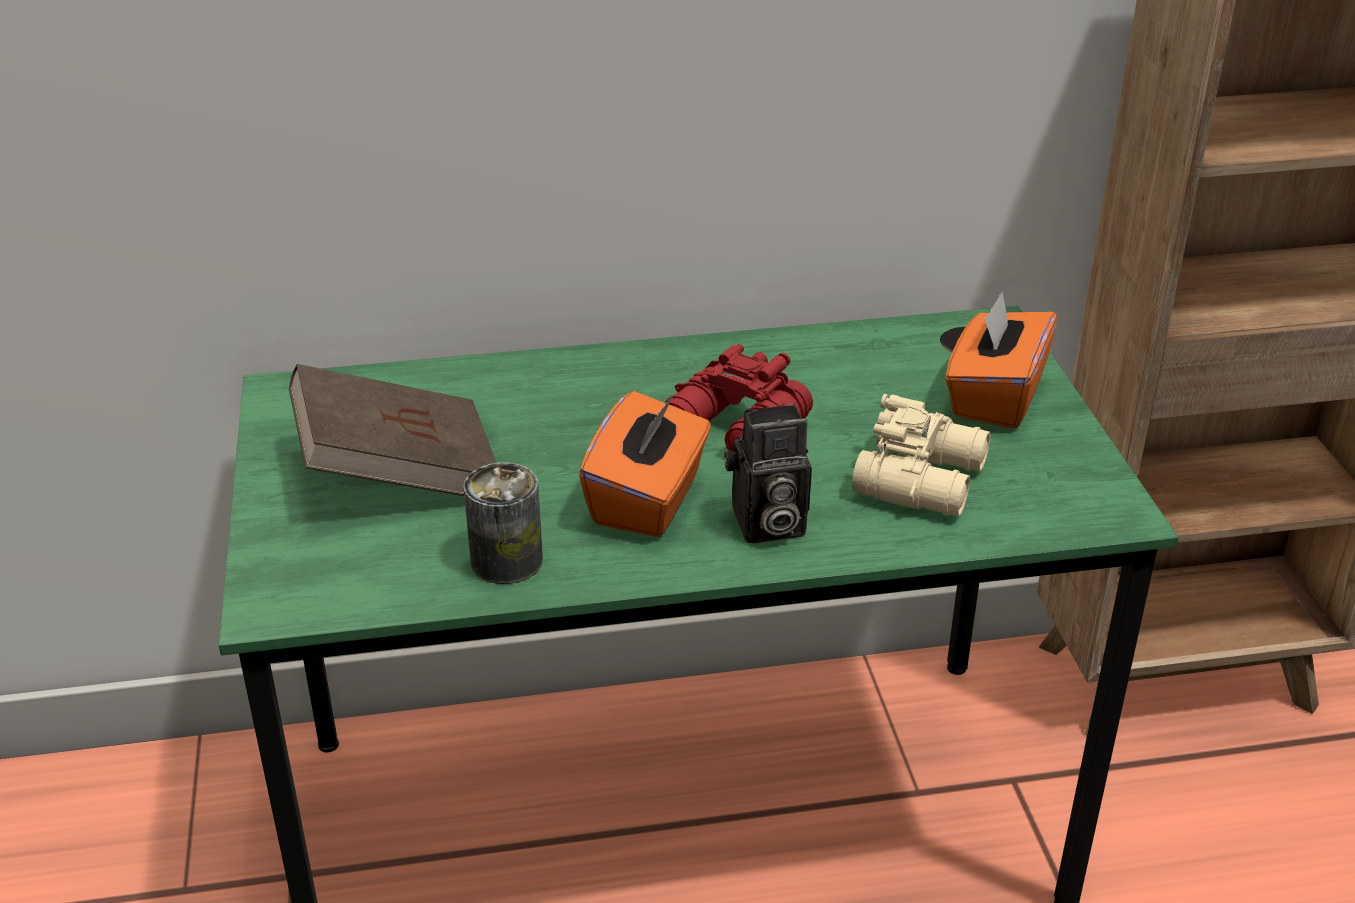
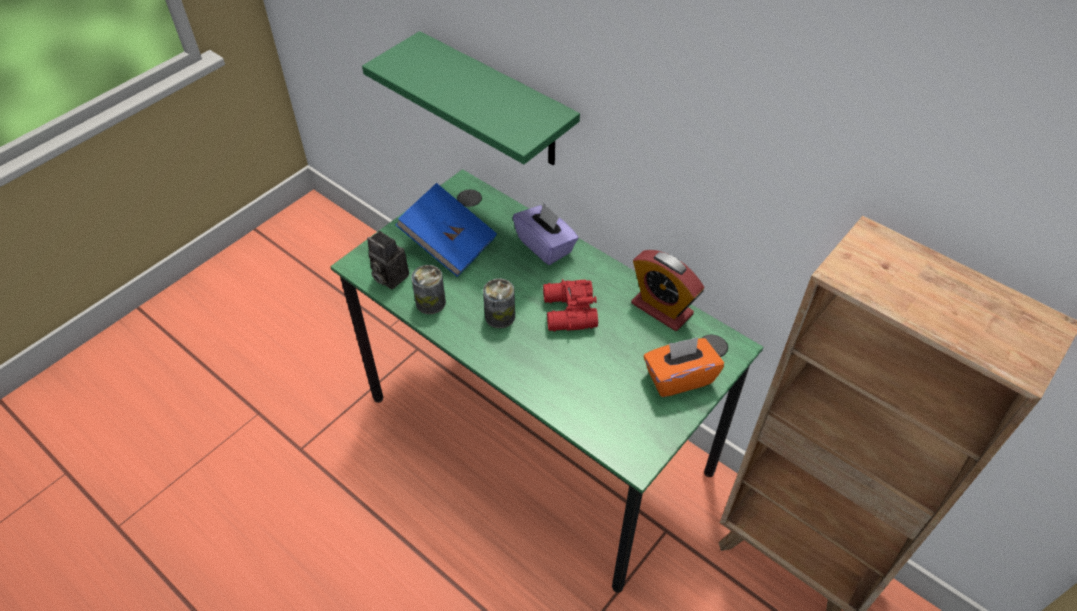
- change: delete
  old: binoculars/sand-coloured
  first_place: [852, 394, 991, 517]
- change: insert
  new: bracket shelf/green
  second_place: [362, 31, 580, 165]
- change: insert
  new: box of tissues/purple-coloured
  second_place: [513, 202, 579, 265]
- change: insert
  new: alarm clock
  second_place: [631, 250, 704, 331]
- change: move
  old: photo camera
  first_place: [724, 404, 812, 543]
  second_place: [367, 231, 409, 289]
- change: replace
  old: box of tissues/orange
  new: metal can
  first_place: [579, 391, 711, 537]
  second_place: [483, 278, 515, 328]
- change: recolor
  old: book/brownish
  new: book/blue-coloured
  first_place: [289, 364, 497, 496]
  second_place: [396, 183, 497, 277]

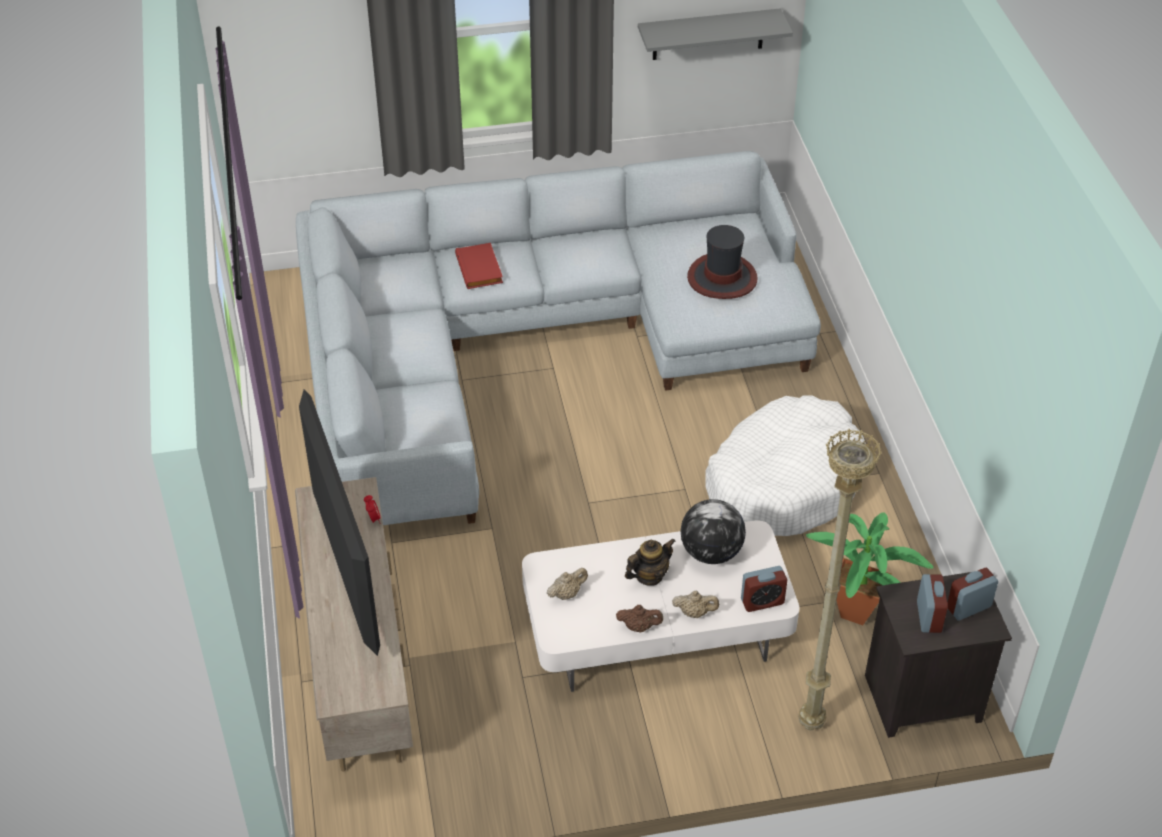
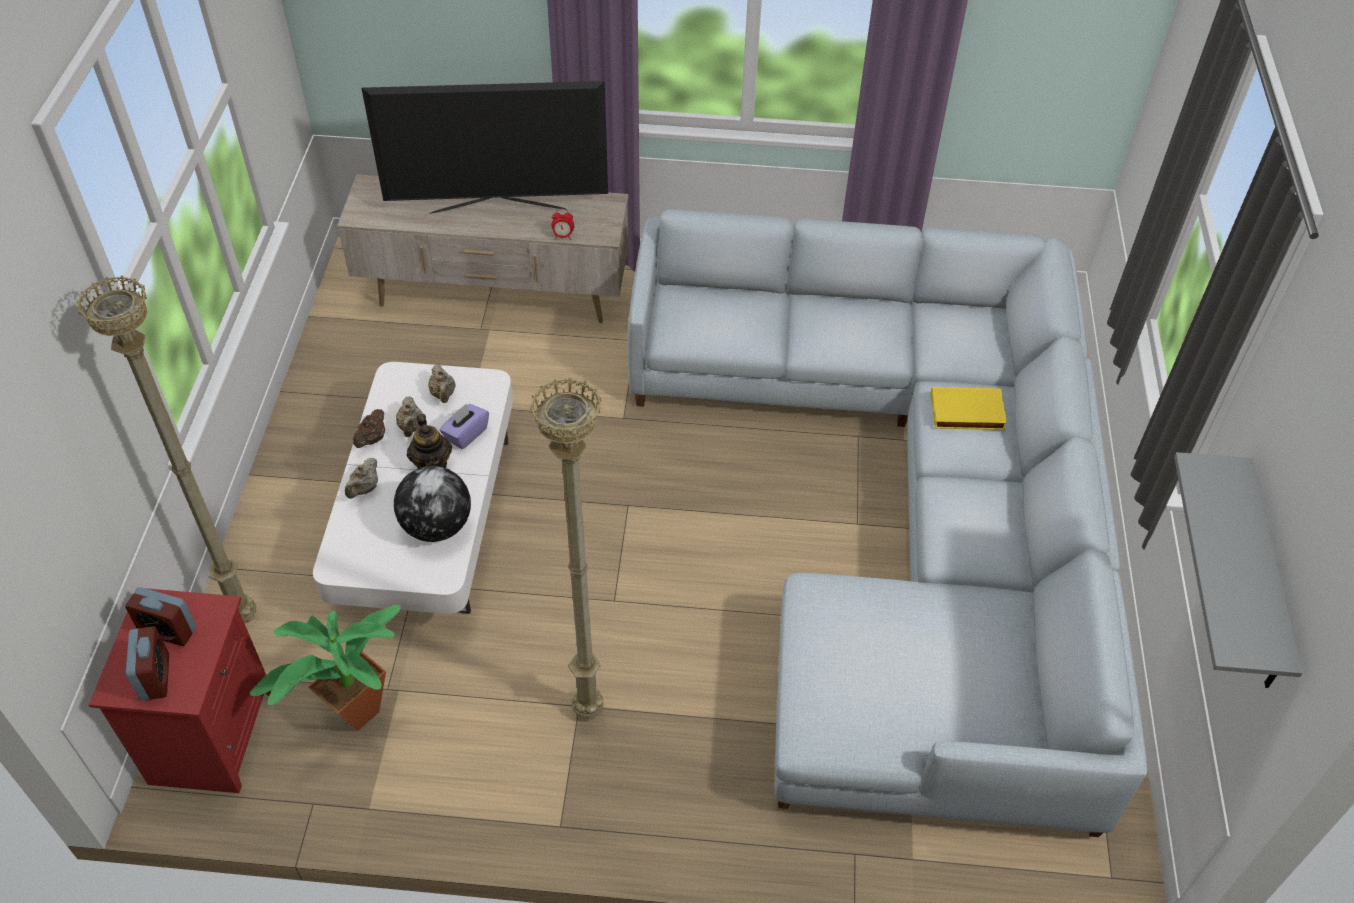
- change: delete
  old: clothing hat
  first_place: [687, 225, 757, 299]
- change: delete
  old: alarm clock
  first_place: [741, 566, 787, 612]
- change: insert
  new: tea pot/sand-coloured
  second_place: [396, 396, 423, 437]
- change: insert
  new: box of tissues/purple-coloured
  second_place: [439, 404, 489, 449]
- change: replace
  old: dog cushion/white-coloured
  new: standing lamp/sand-coloured
  first_place: [705, 396, 866, 536]
  second_place: [529, 378, 604, 720]
- change: recolor
  old: book/red-coloured
  new: book/yellow
  first_place: [455, 243, 503, 289]
  second_place: [931, 387, 1007, 430]
- change: recolor
  old: night table/black-coloured
  new: night table/red-coloured
  first_place: [865, 572, 1012, 738]
  second_place: [89, 588, 271, 793]

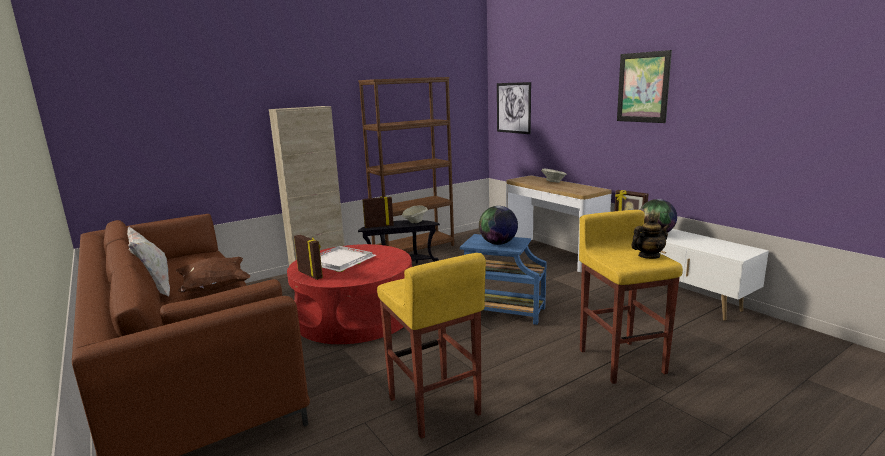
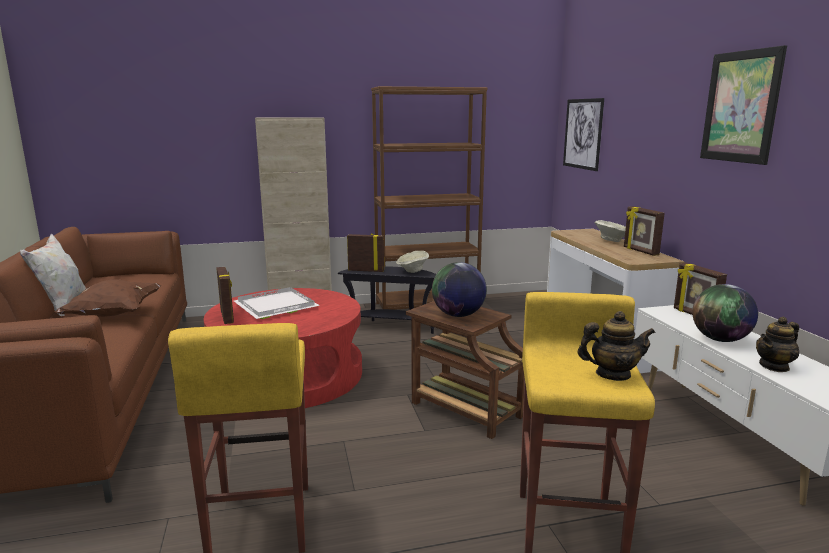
- change: insert
  new: standing frame
  second_place: [624, 206, 665, 256]
- change: insert
  new: tea pot
  second_place: [756, 316, 799, 372]
- change: recolor
  old: accent table/blue-coloured
  new: accent table/brownish
  first_place: [460, 234, 547, 325]
  second_place: [406, 301, 525, 439]

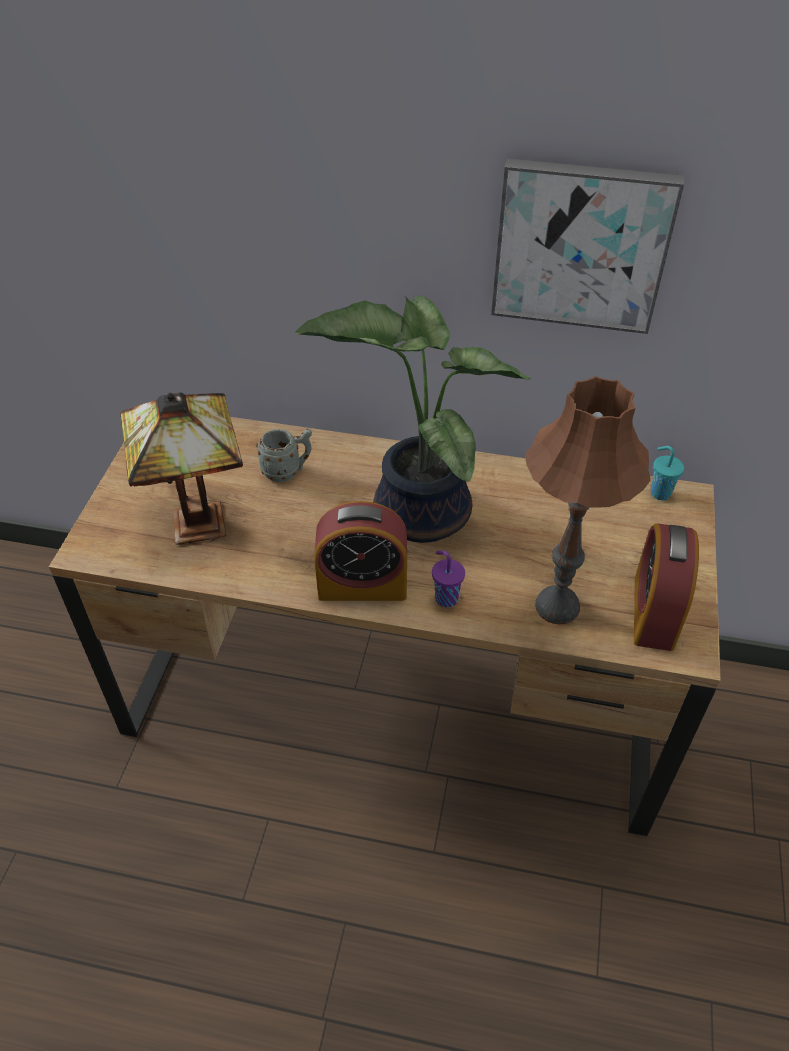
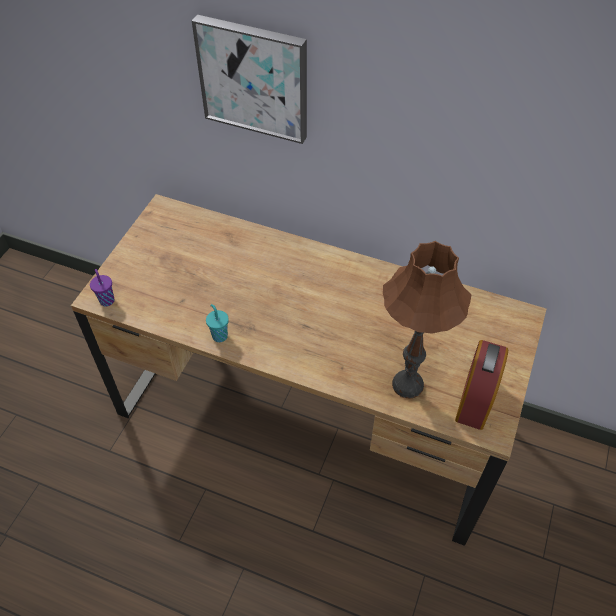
- change: delete
  old: tabletop lamp
  first_place: [120, 393, 243, 545]
- change: delete
  old: coffee mug/gray
  first_place: [256, 429, 312, 482]
- change: delete
  old: plant in a pot
  first_place: [295, 296, 531, 543]
- change: delete
  old: alarm clock
  first_place: [314, 501, 407, 601]
- change: move
  old: cup/purple-coloured
  first_place: [432, 551, 465, 607]
  second_place: [90, 269, 115, 307]
- change: move
  old: wall art
  first_place: [491, 158, 684, 334]
  second_place: [192, 14, 307, 144]
- change: move
  old: cup/turquoise-coloured
  first_place: [651, 446, 684, 500]
  second_place: [206, 304, 229, 342]

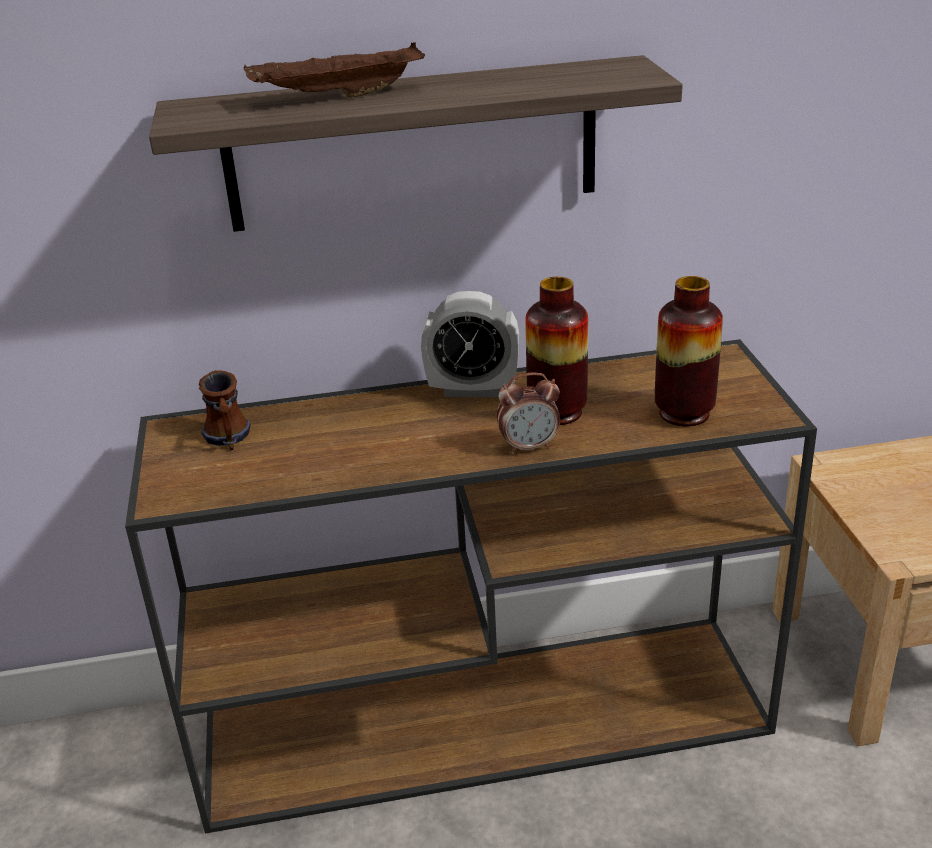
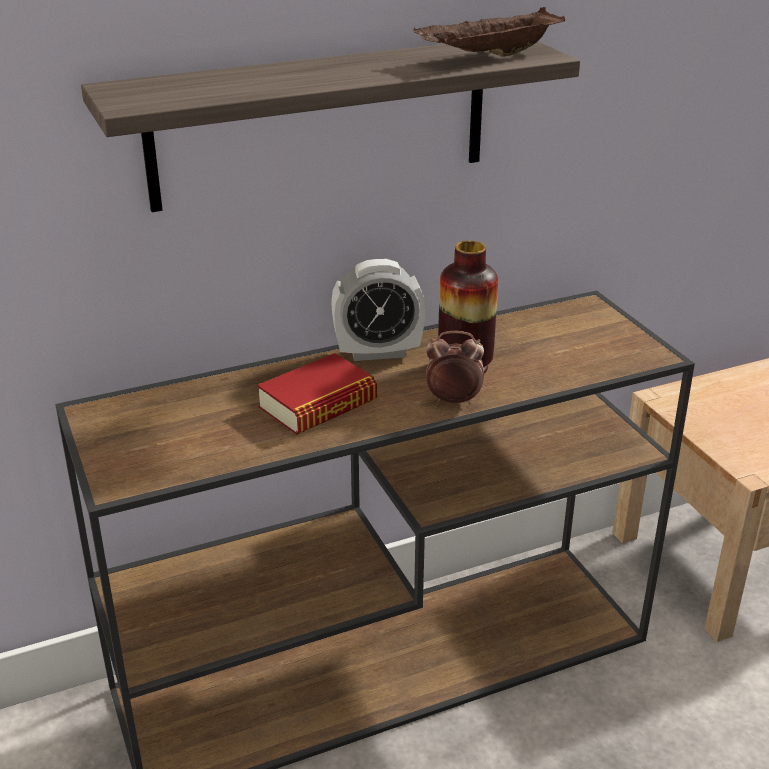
- change: delete
  old: coffee mug
  first_place: [199, 370, 250, 450]
- change: delete
  old: vase
  first_place: [655, 276, 723, 426]
- change: insert
  new: book
  second_place: [257, 353, 377, 435]
- change: move
  old: serving tray/brownish
  first_place: [244, 42, 425, 98]
  second_place: [414, 7, 565, 57]
- change: rotate
  old: alarm clock
  first_place: [496, 372, 560, 454]
  second_place: [426, 331, 484, 405]
  degrees: -150

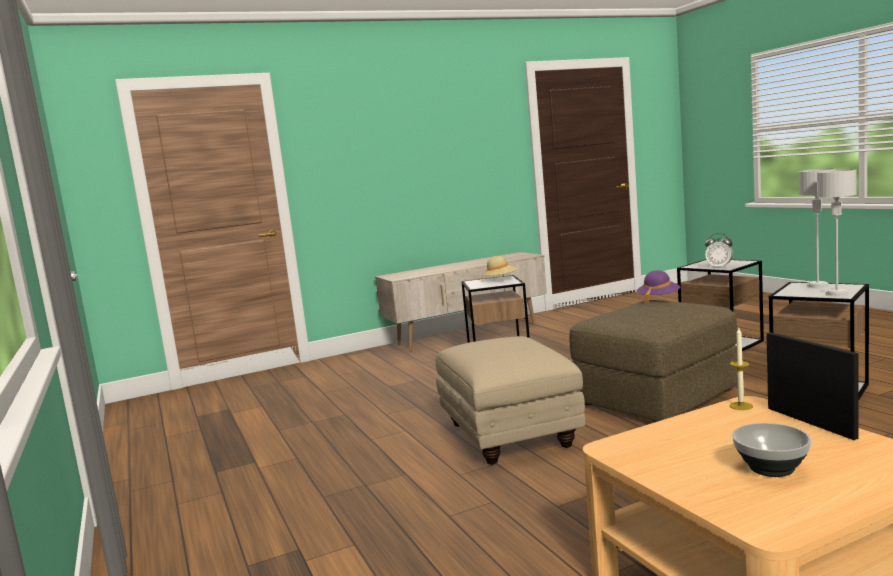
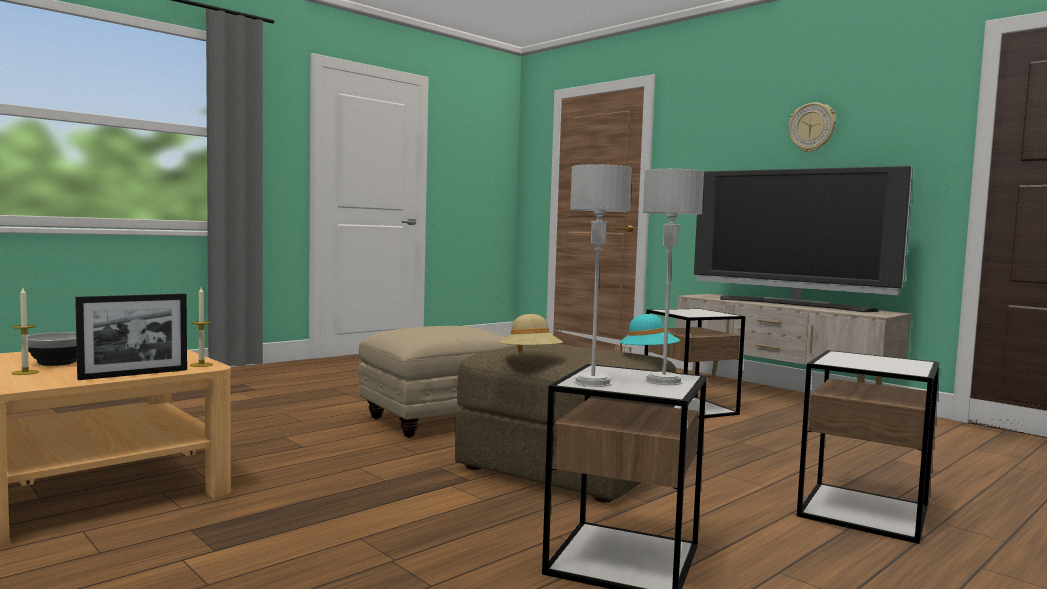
- change: delete
  old: alarm clock
  first_place: [705, 233, 733, 268]
- change: insert
  new: wax light
  second_place: [11, 288, 39, 375]
- change: insert
  new: TV set
  second_place: [694, 166, 913, 312]
- change: insert
  new: hanging clock
  second_place: [788, 103, 836, 152]
- change: move
  old: clothing hat/sand-coloured
  first_place: [482, 256, 517, 278]
  second_place: [500, 314, 563, 353]
- change: recolor
  old: clothing hat/purple-coloured
  new: clothing hat/turquoise-coloured
  first_place: [637, 270, 680, 304]
  second_place: [619, 314, 680, 353]

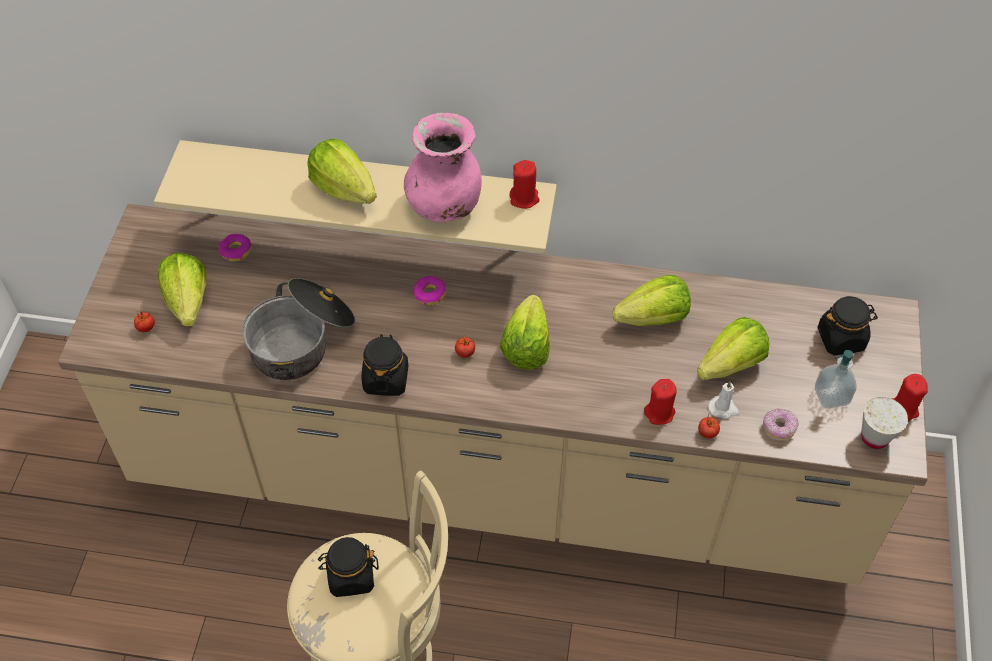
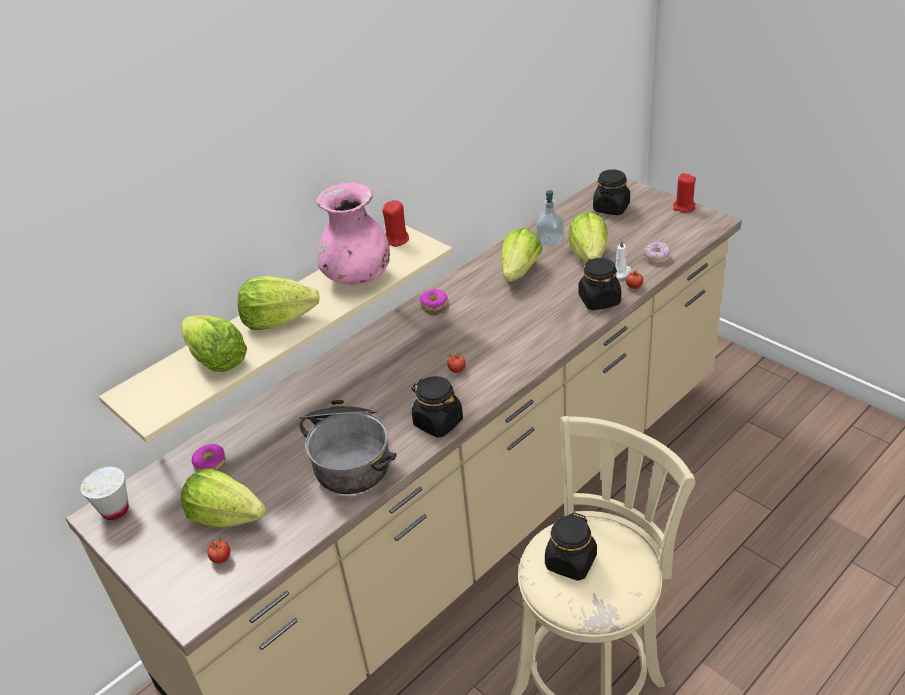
- change: move
  old: doughnut
  first_place: [413, 276, 446, 305]
  second_place: [420, 289, 448, 311]
- change: move
  old: lettuce
  first_place: [500, 295, 550, 370]
  second_place: [181, 315, 247, 372]
- change: move
  old: soap dispenser
  first_place: [815, 350, 857, 409]
  second_place: [536, 190, 564, 247]
- change: move
  old: cup/white-coloured
  first_place: [861, 397, 908, 449]
  second_place: [80, 466, 129, 520]
- change: replace
  old: wax light/red-coloured
  new: preserve jar/black-coloured
  first_place: [644, 379, 677, 425]
  second_place: [578, 257, 621, 310]

